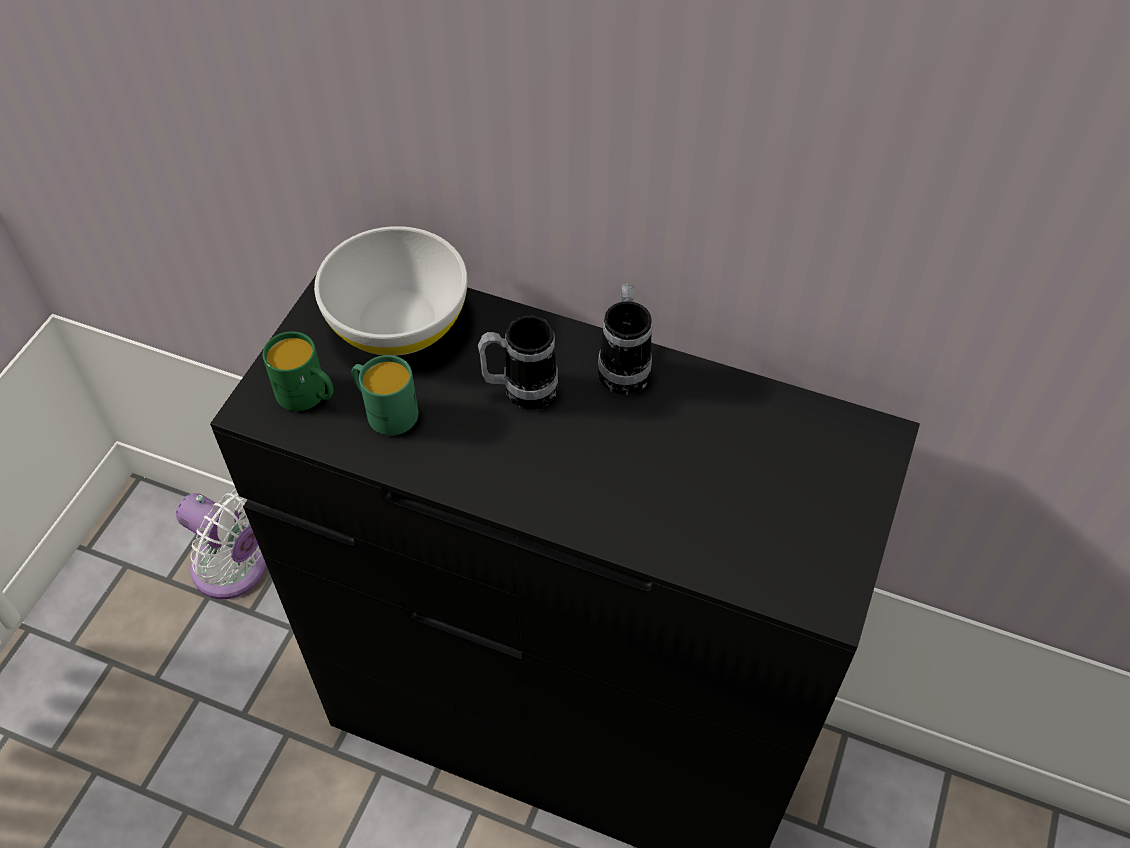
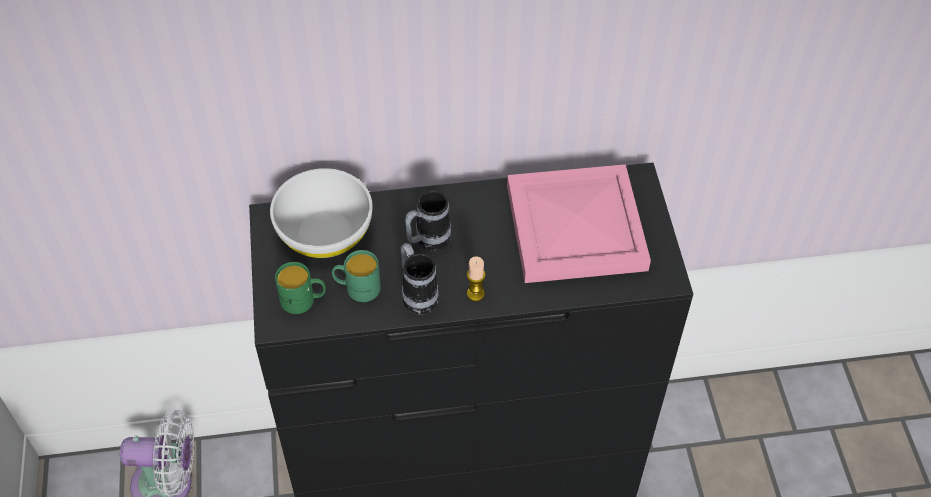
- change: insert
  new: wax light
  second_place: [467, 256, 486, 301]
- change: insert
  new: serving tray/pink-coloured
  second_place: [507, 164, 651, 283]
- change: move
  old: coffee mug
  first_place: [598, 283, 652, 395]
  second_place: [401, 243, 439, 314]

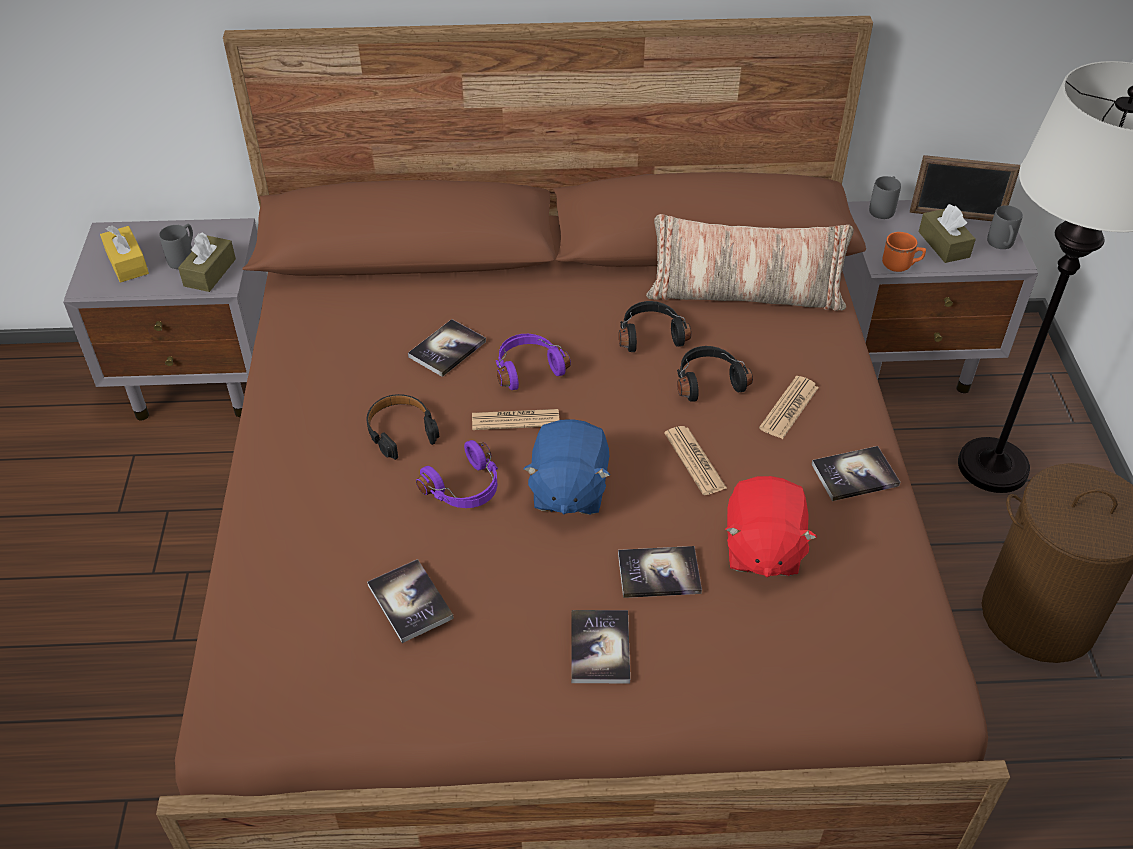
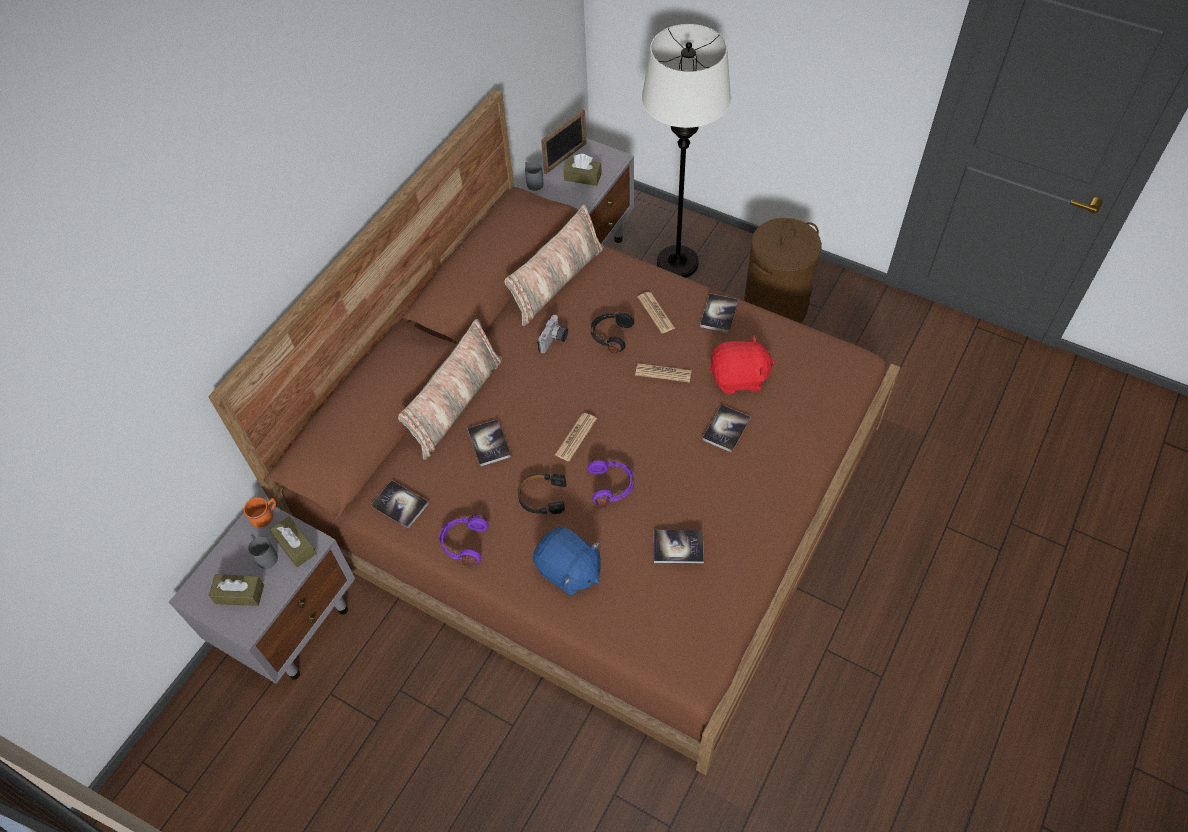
- change: delete
  old: coffee mug/gray
  first_place: [987, 205, 1023, 249]
- change: insert
  new: cushion
  second_place: [398, 319, 502, 460]
- change: move
  old: headphones/purple-coloured
  first_place: [496, 334, 571, 390]
  second_place: [439, 514, 489, 567]
- change: move
  old: cuddly toy/blue-coloured
  first_place: [523, 419, 610, 515]
  second_place: [532, 527, 601, 596]
- change: move
  old: book
  first_place: [571, 610, 630, 683]
  second_place: [371, 480, 429, 528]
- change: move
  old: coffee mug/orange
  first_place: [882, 232, 926, 272]
  second_place: [244, 497, 276, 528]
- change: replace
  old: headphones/black-coloured
  new: photo camera
  first_place: [619, 301, 691, 352]
  second_place: [537, 315, 568, 353]
- change: recolor
  old: box of tissues/yellow
  new: box of tissues/brownish
  first_place: [100, 225, 149, 283]
  second_place: [209, 574, 264, 606]
- change: rotate
  old: cuddly toy/red-coloured
  first_place: [725, 476, 817, 577]
  second_place: [710, 335, 775, 394]
  degrees: -45

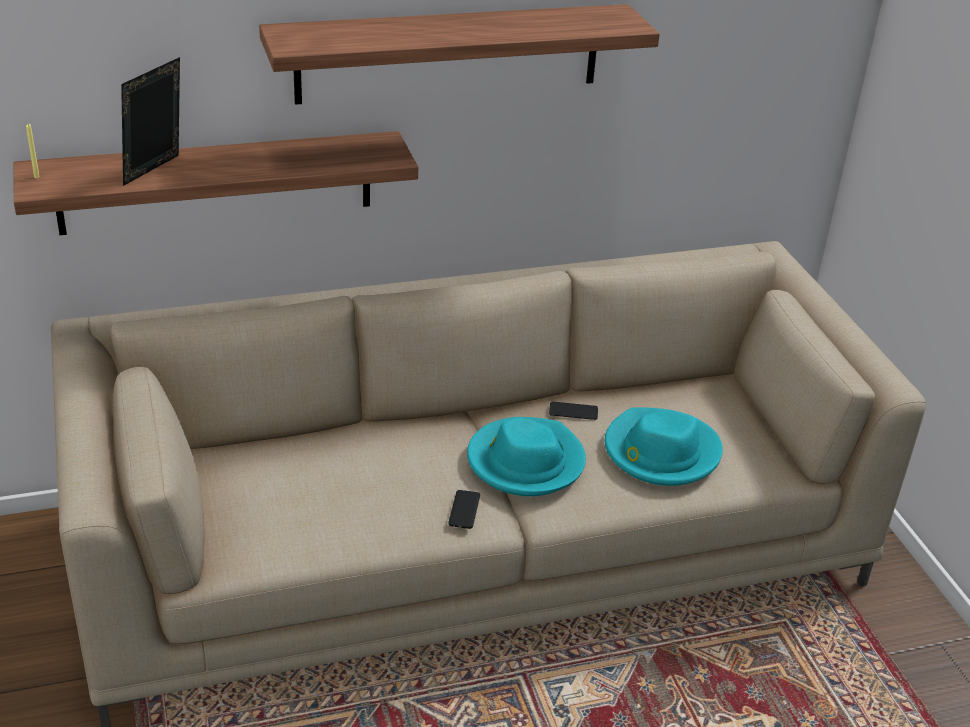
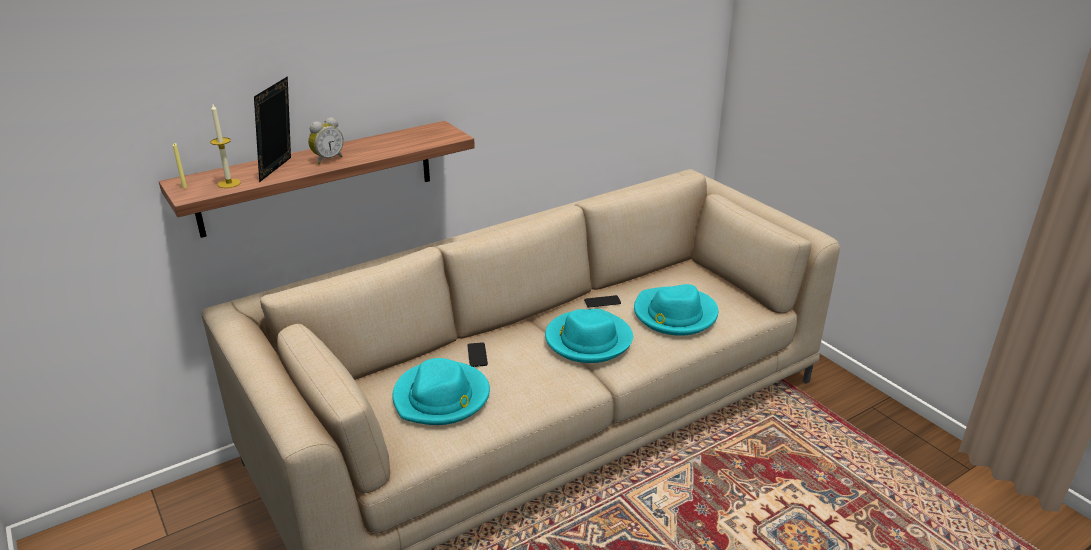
- change: delete
  old: bracket shelf
  first_place: [259, 4, 660, 105]
- change: insert
  new: wax light
  second_place: [210, 104, 241, 188]
- change: insert
  new: alarm clock
  second_place: [308, 117, 344, 164]
- change: insert
  new: clothing hat/turquoise-coloured
  second_place: [392, 358, 490, 425]
- change: move
  old: handset
  first_place: [448, 490, 480, 529]
  second_place: [467, 342, 488, 367]

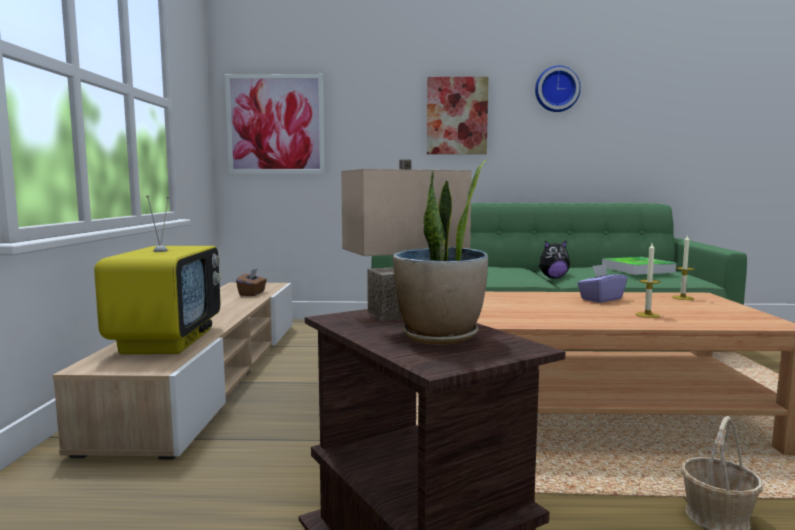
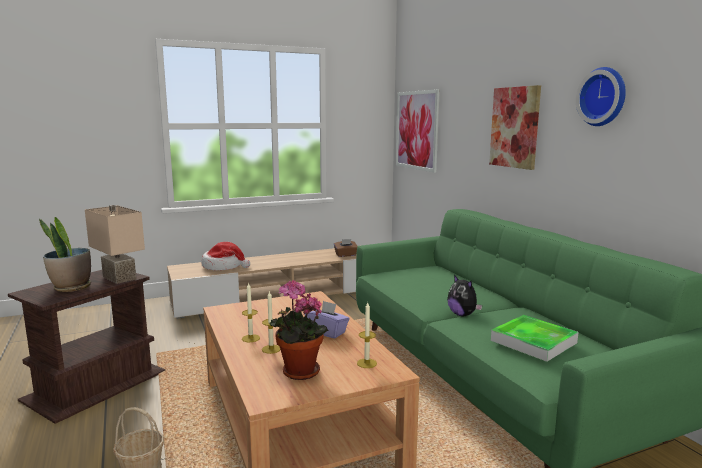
- change: insert
  new: wax light
  second_place: [242, 282, 260, 342]
- change: insert
  new: plant in a pot
  second_place: [269, 280, 329, 380]
- change: replace
  old: TV set
  new: clothing hat
  first_place: [94, 195, 221, 354]
  second_place: [202, 242, 250, 270]

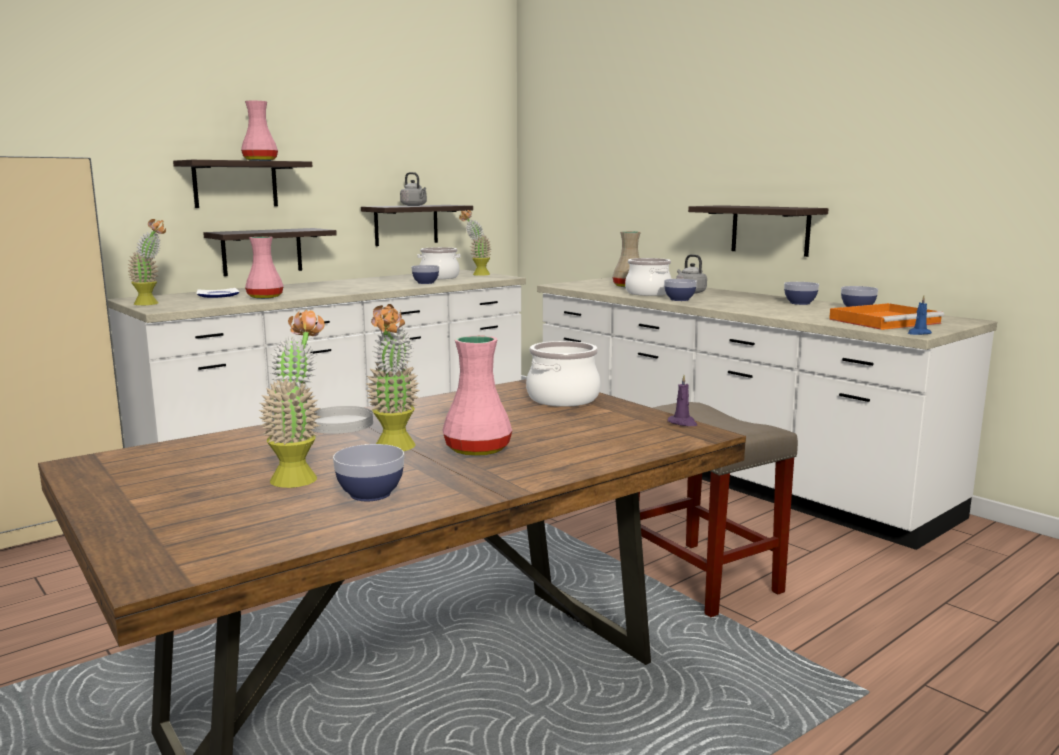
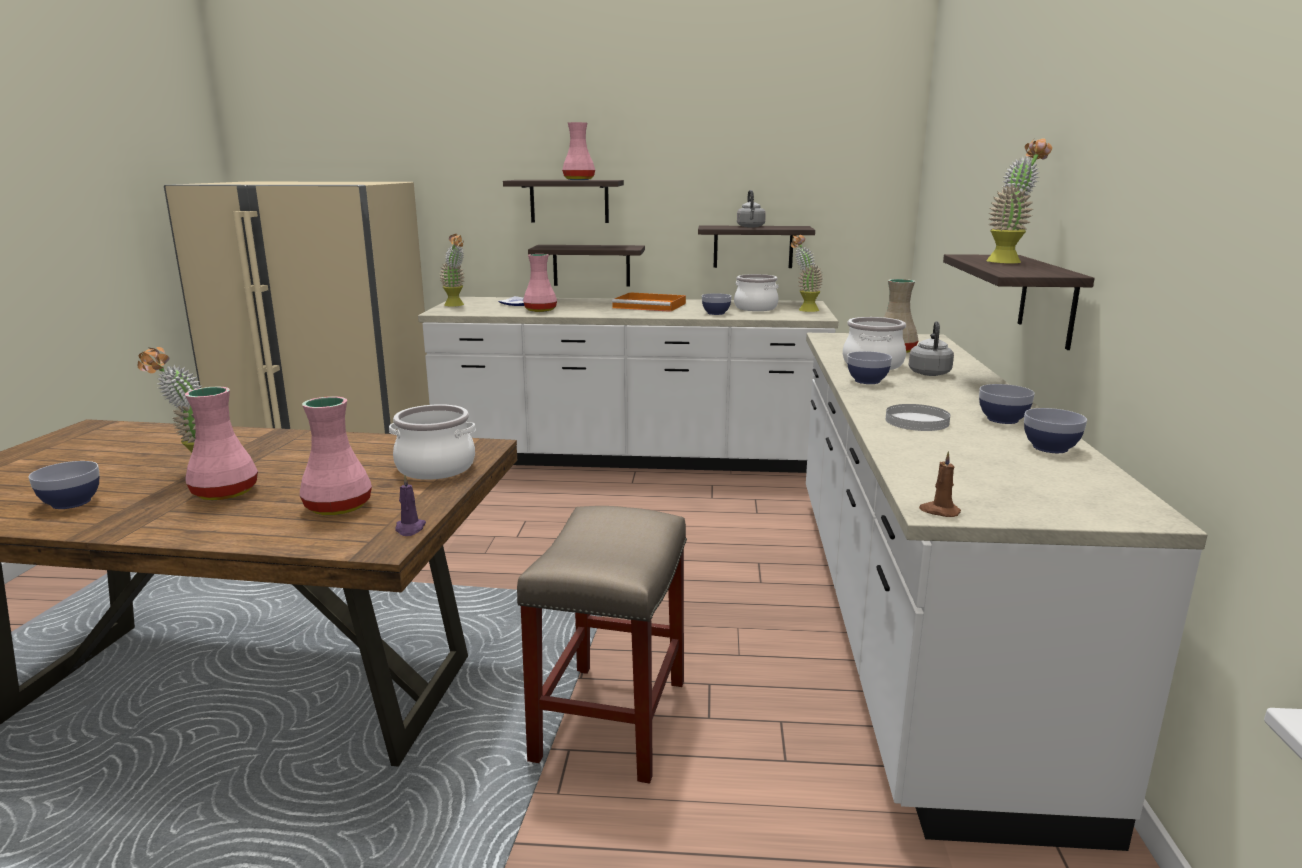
- change: insert
  new: vase/pink-coloured
  second_place: [300, 396, 372, 515]
- change: move
  old: plant in a pot
  first_place: [259, 310, 325, 488]
  second_place: [986, 138, 1052, 264]
- change: move
  old: flat dish/white-coloured
  first_place: [312, 406, 373, 434]
  second_place: [885, 404, 950, 431]
- change: move
  old: serving tray/orange
  first_place: [829, 303, 944, 330]
  second_place: [612, 292, 686, 312]
- change: recolor
  old: wax light/blue-coloured
  new: wax light/brownish
  first_place: [908, 295, 932, 335]
  second_place: [919, 451, 961, 517]

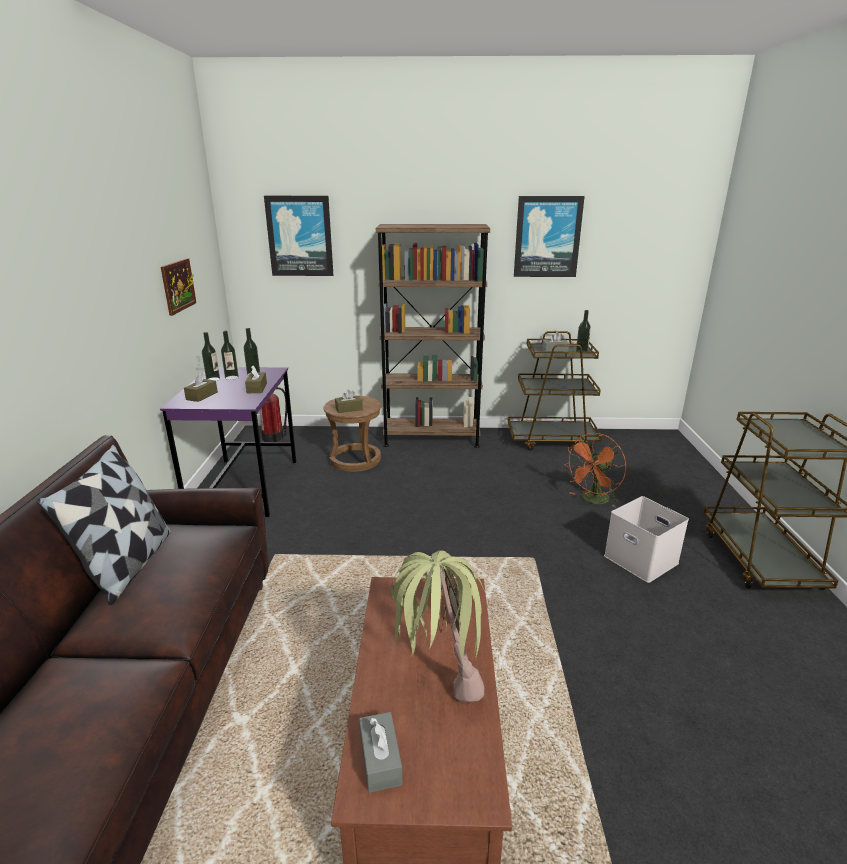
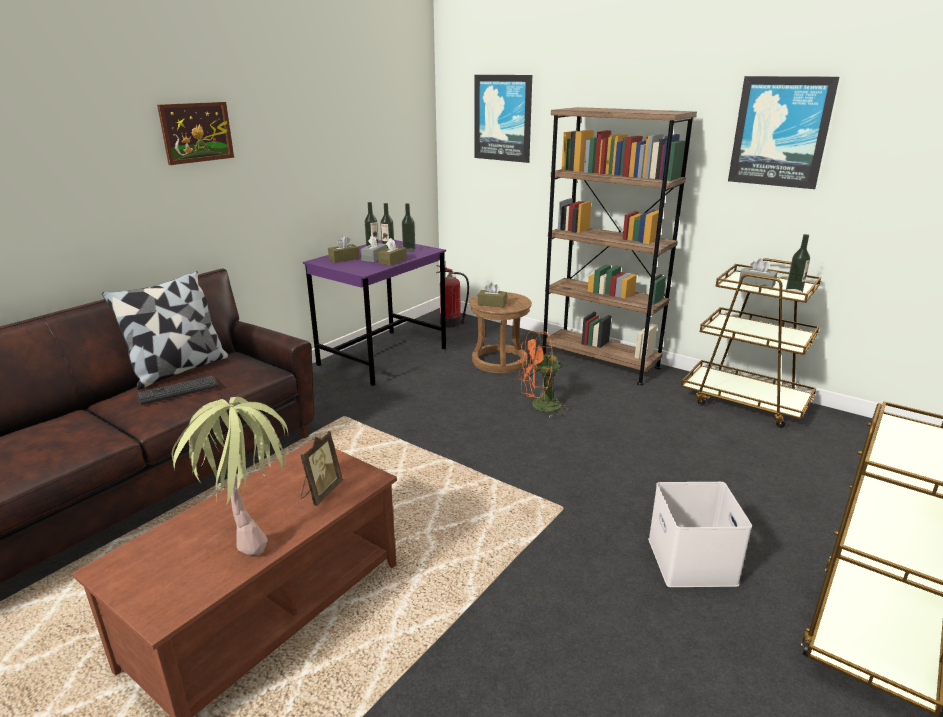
- change: insert
  new: keyboard
  second_place: [137, 376, 219, 405]
- change: move
  old: wall art
  first_place: [161, 259, 196, 316]
  second_place: [157, 102, 234, 165]
- change: move
  old: box of tissues/gray
  first_place: [359, 712, 402, 793]
  second_place: [361, 235, 387, 262]
- change: move
  old: electric fan/orange
  first_place: [564, 433, 626, 508]
  second_place: [518, 331, 572, 418]

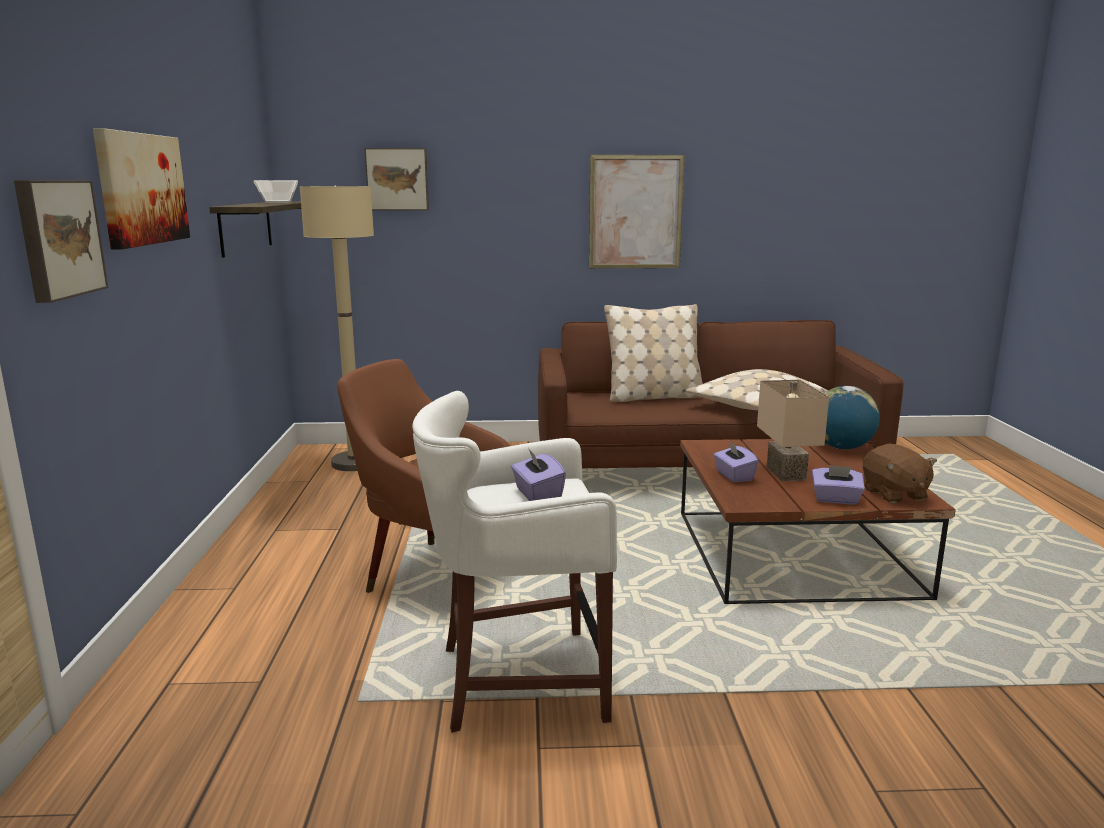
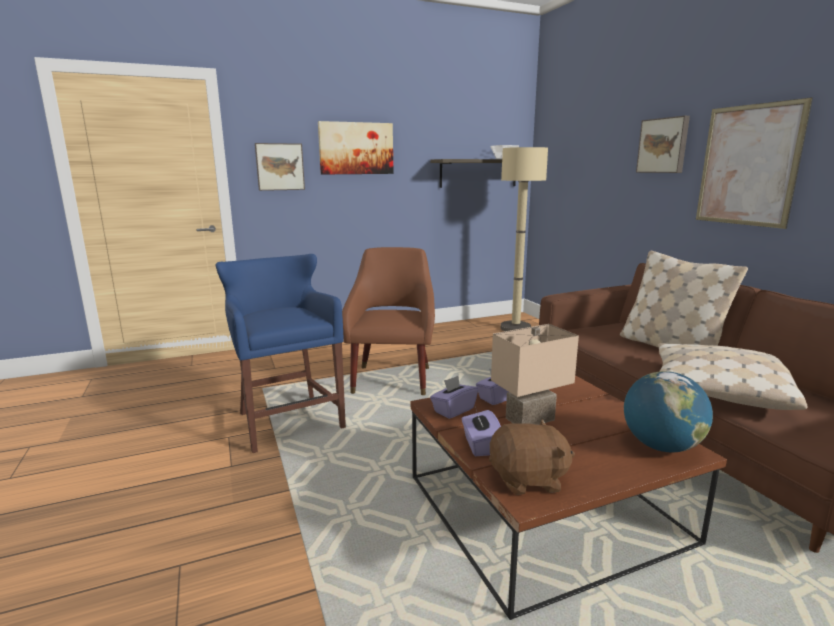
- change: move
  old: wall art
  first_place: [364, 148, 429, 210]
  second_place: [636, 116, 690, 173]
- change: move
  old: box of tissues/purple-coloured
  first_place: [511, 448, 566, 501]
  second_place: [430, 376, 478, 419]
- change: recolor
  old: stool/white-coloured
  new: stool/blue-coloured
  first_place: [412, 391, 617, 733]
  second_place: [215, 254, 346, 453]
- change: rotate
  old: cuddly toy/brownish
  first_place: [863, 444, 937, 504]
  second_place: [489, 419, 575, 495]
  degrees: -150

